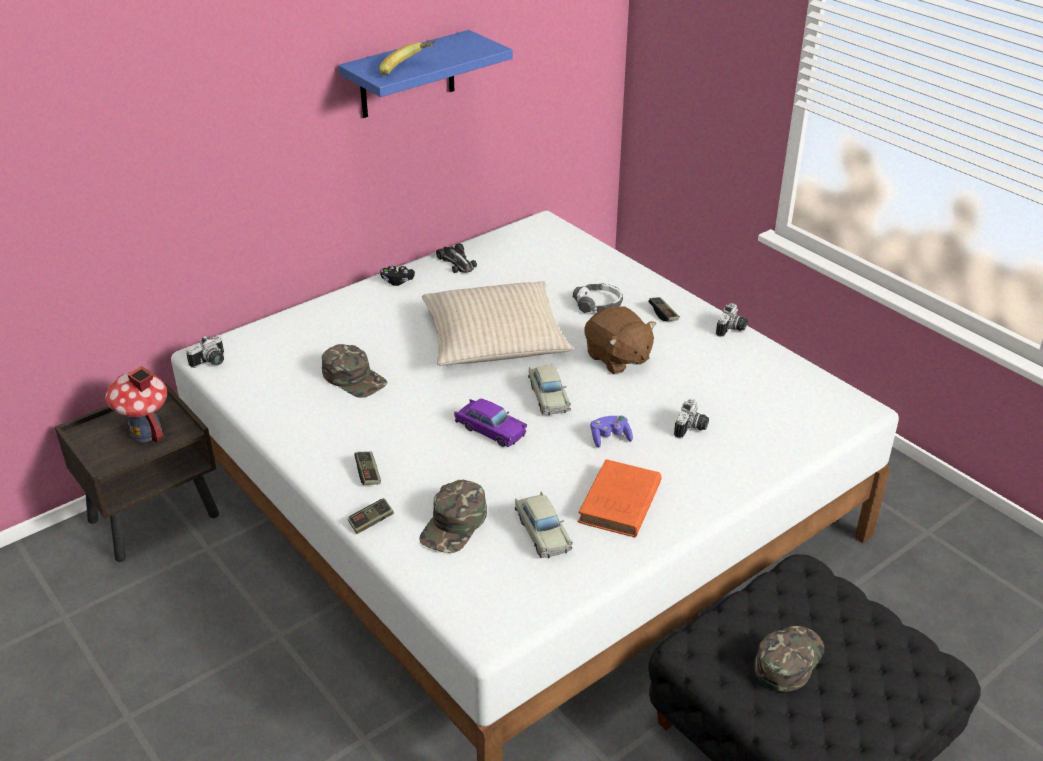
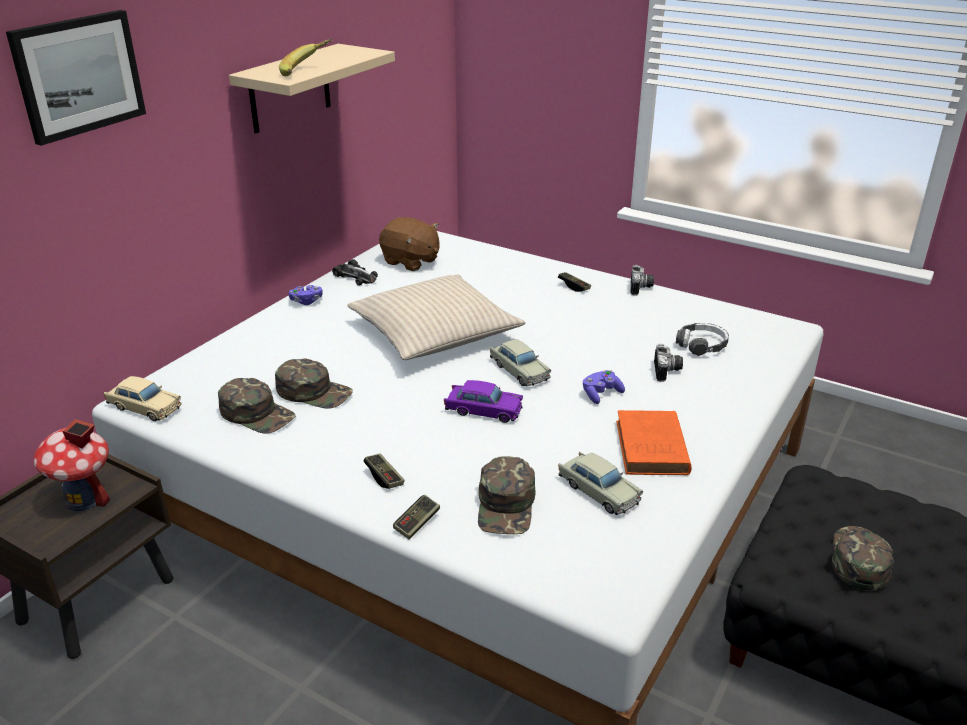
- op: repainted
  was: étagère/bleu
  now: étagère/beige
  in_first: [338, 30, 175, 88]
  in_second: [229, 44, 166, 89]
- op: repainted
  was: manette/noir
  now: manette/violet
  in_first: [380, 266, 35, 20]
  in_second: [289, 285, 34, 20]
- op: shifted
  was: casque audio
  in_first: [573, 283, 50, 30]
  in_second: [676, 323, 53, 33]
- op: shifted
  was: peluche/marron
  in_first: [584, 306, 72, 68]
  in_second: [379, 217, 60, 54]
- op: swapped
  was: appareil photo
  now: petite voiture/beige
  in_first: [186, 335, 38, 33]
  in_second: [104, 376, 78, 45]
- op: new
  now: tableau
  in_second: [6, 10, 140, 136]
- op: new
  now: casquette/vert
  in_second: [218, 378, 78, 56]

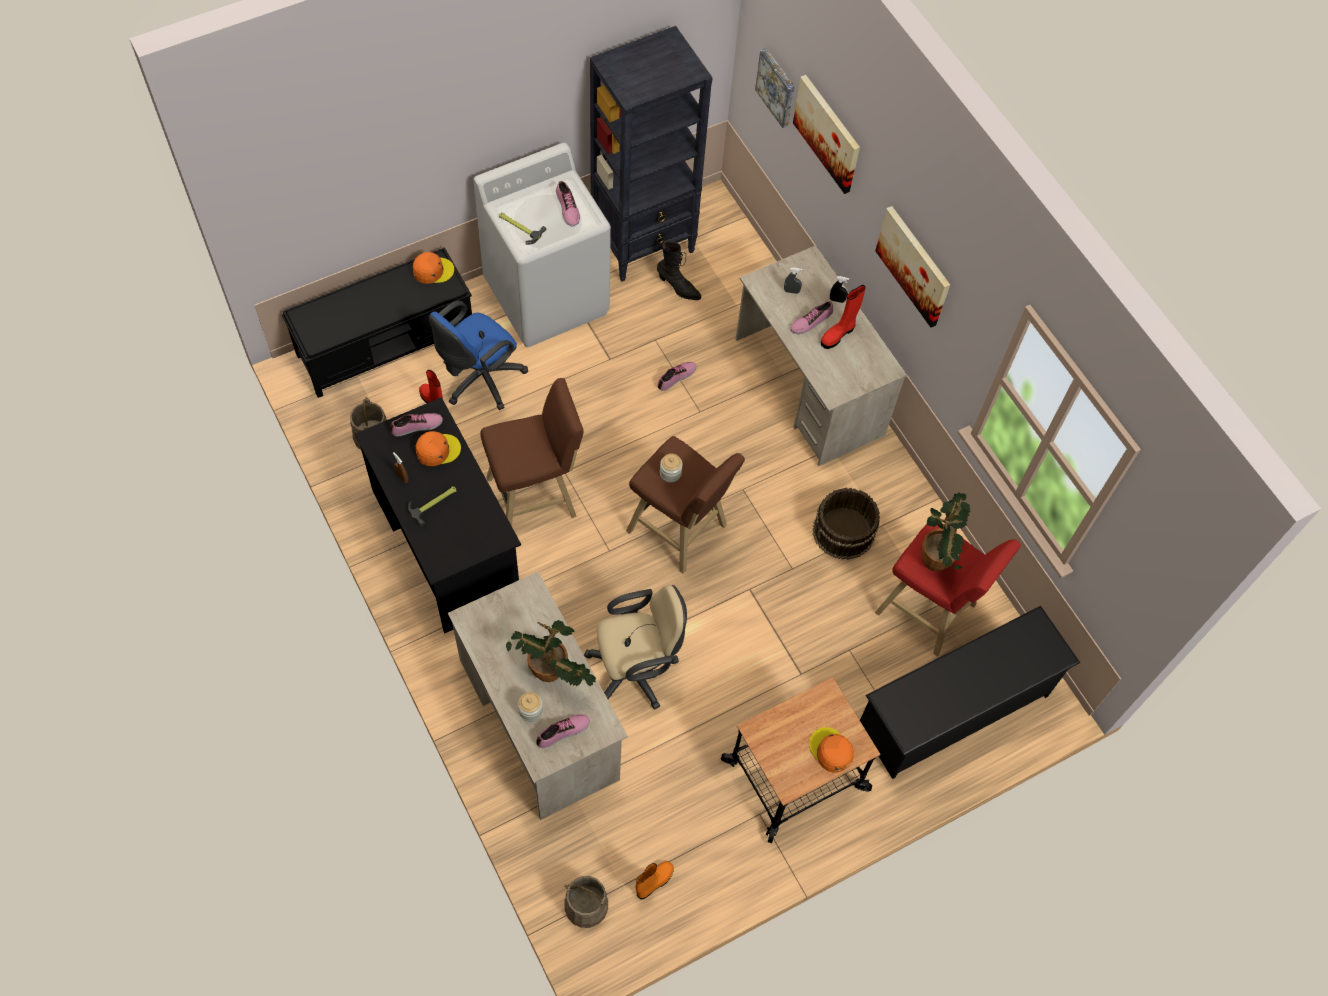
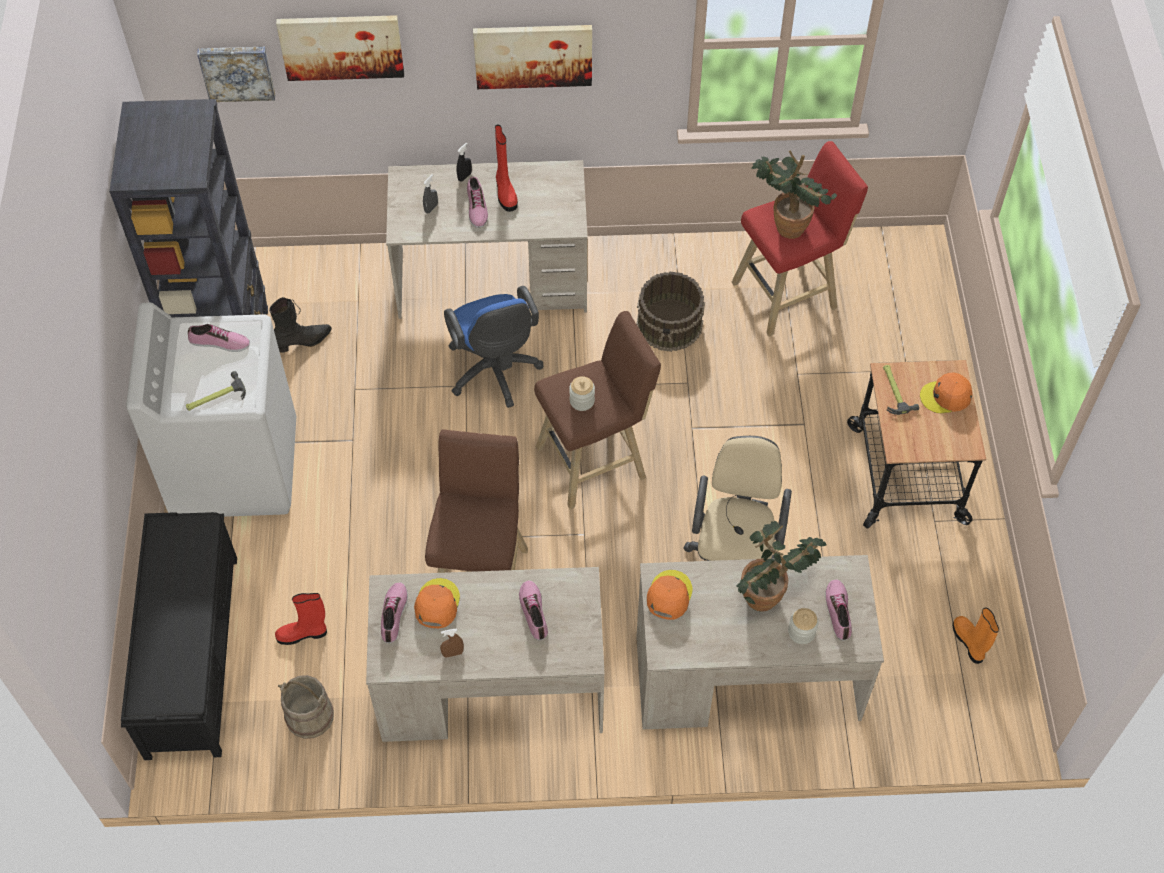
- op: shifted
  was: casquette/orange
  in_first: [413, 252, 41, 32]
  in_second: [647, 570, 46, 50]
- op: shifted
  was: chaise de bureau/bleu
  in_first: [429, 301, 99, 109]
  in_second: [444, 286, 99, 122]
- op: shifted
  was: chaussure
  in_first: [657, 362, 40, 29]
  in_second: [519, 580, 29, 60]
- op: repainted
  was: bureau/noir
  now: bureau/beige
  in_first: [355, 397, 166, 236]
  in_second: [366, 567, 239, 175]
- op: shifted
  was: marteau
  in_first: [408, 486, 48, 40]
  in_second: [883, 365, 36, 50]
- op: gone
  was: étagère à chaussures/noir
  in_first: [860, 606, 220, 173]
- op: gone
  was: seau/beige
  in_first: [564, 876, 44, 52]

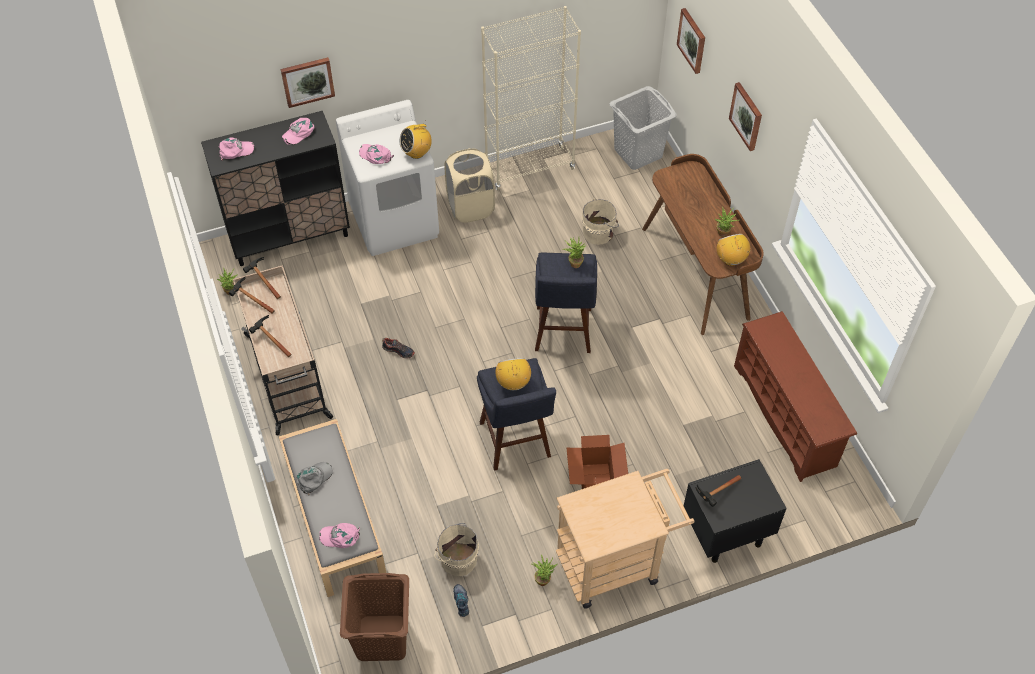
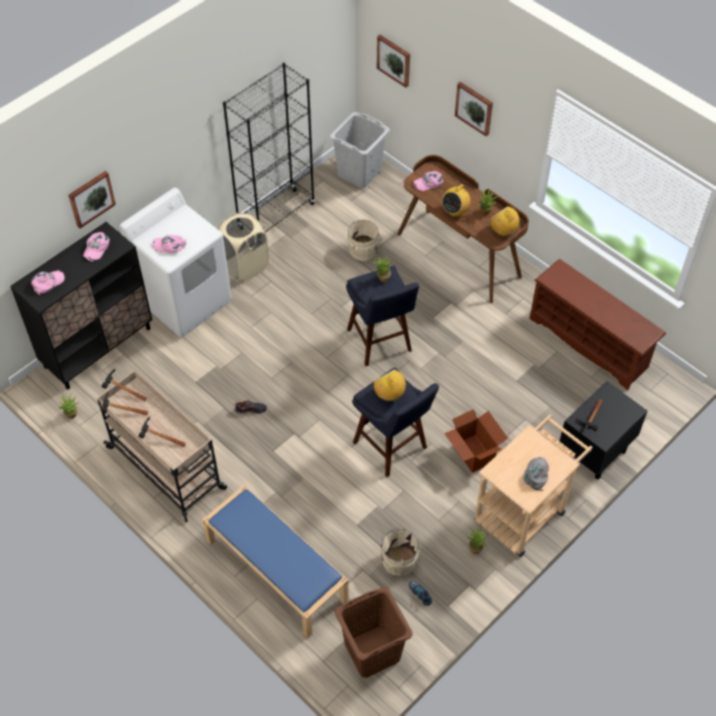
- op: repainted
  was: bibliothèque/beige
  now: bibliothèque/noir
  in_first: [481, 6, 100, 184]
  in_second: [223, 63, 92, 170]
- op: shifted
  was: radio
  in_first: [399, 120, 33, 39]
  in_second: [442, 183, 29, 34]
- op: repainted
  was: banc/gris
  now: banc/bleu
  in_first: [279, 419, 107, 178]
  in_second: [202, 485, 147, 153]
- op: shifted
  was: casquette/gris
  in_first: [296, 462, 36, 34]
  in_second: [524, 457, 25, 34]
- op: shifted
  was: casquette/rose
  in_first: [319, 523, 41, 25]
  in_second: [414, 171, 29, 20]

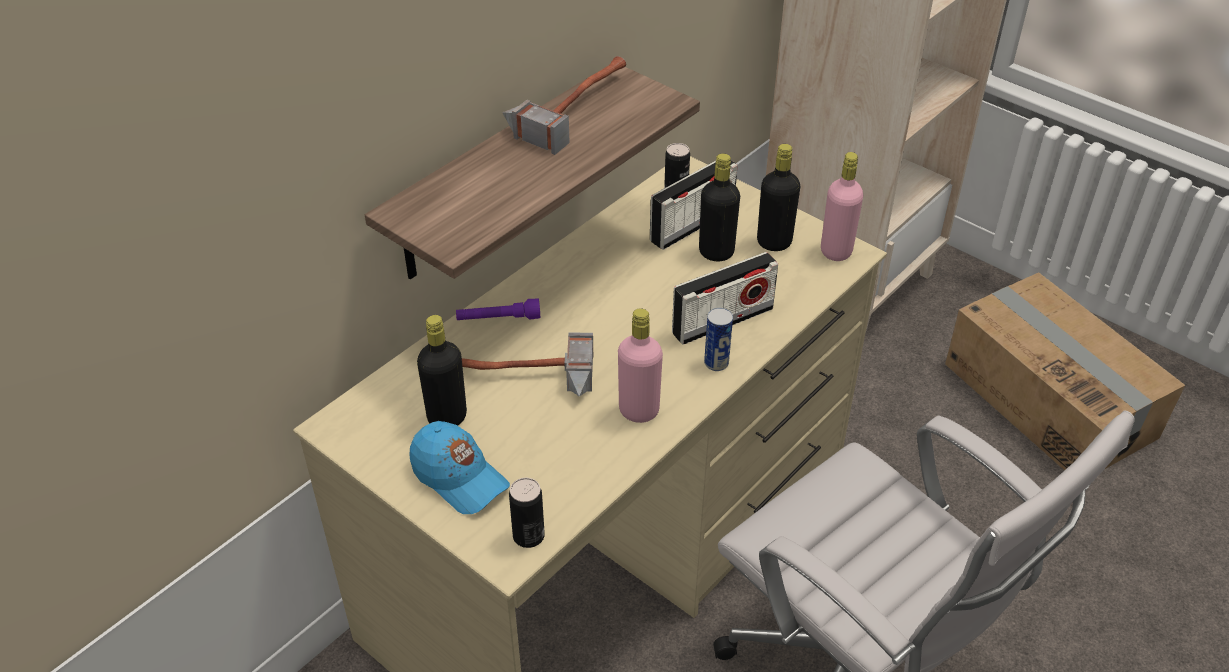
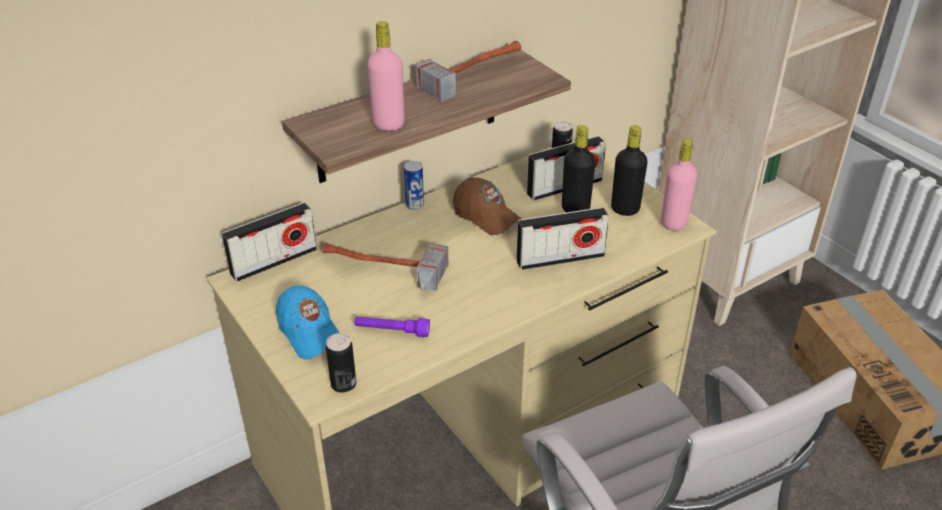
- op: shifted
  was: lampe de poche/violet
  in_first: [456, 299, 84, 21]
  in_second: [354, 316, 76, 21]
- op: shifted
  was: bouteille/rose
  in_first: [618, 308, 45, 115]
  in_second: [367, 21, 37, 110]
- op: shifted
  was: boîte métallique
  in_first: [704, 308, 29, 63]
  in_second: [404, 161, 20, 49]
- op: gone
  was: bouteille/noir
  in_first: [417, 315, 50, 111]
- op: new
  now: casquette/marron
  in_second: [453, 177, 68, 58]
- op: new
  now: radio
  in_second: [222, 202, 95, 80]

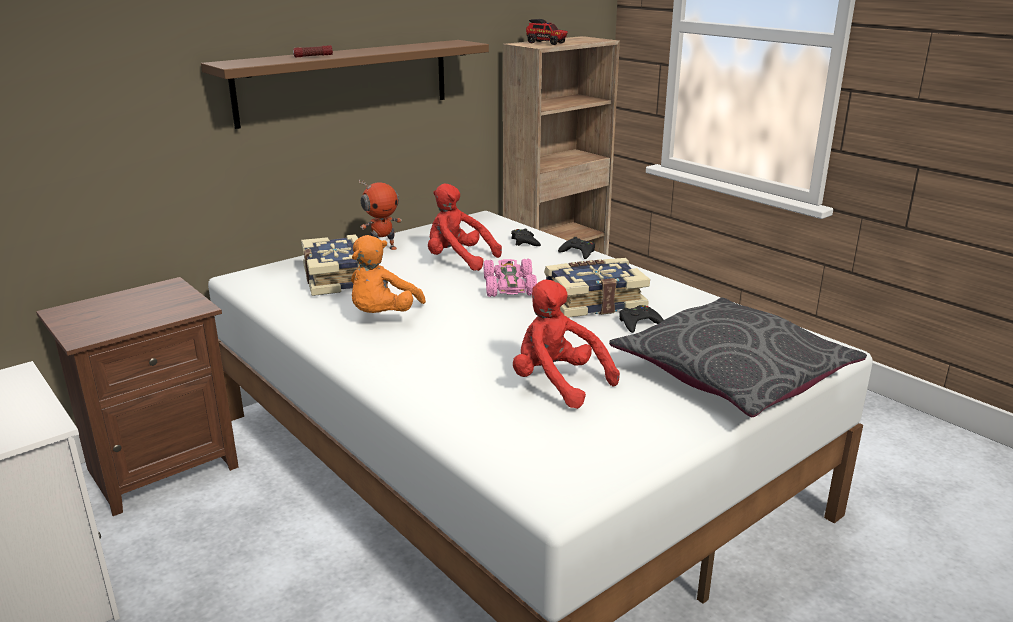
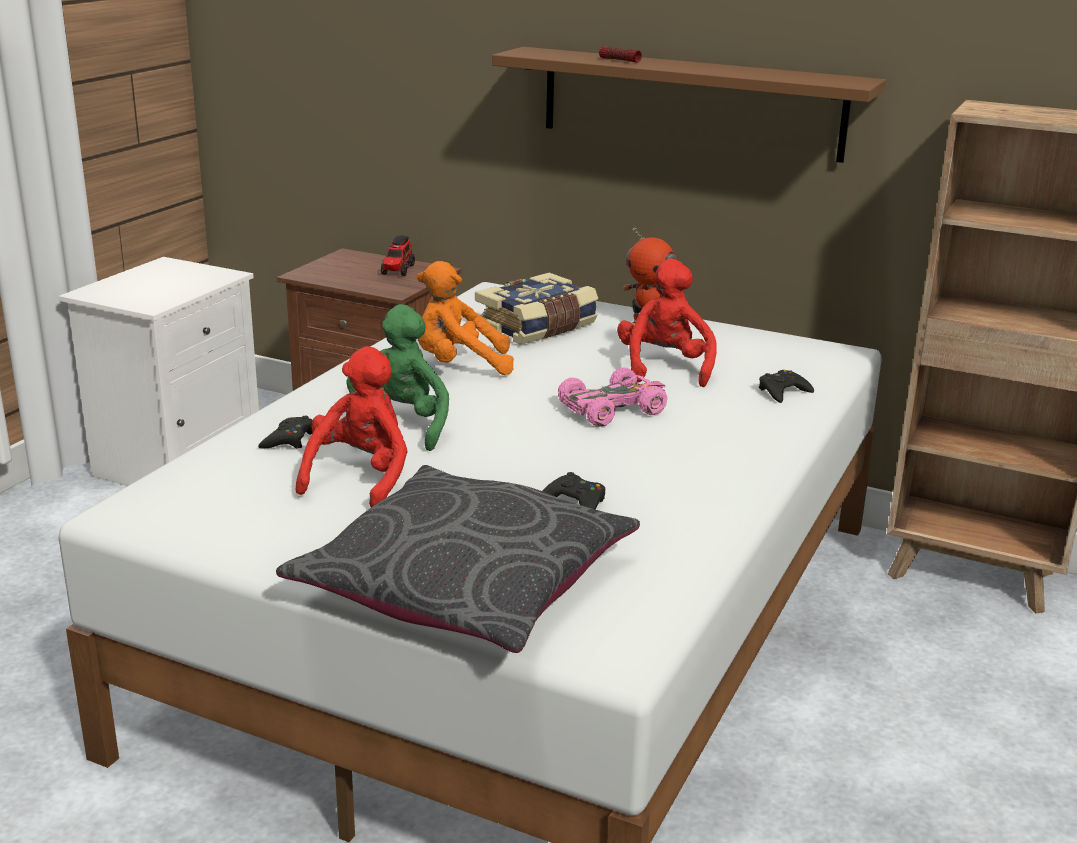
- op: shifted
  was: camion jouet
  in_first: [526, 19, 42, 26]
  in_second: [381, 236, 34, 40]
- op: shifted
  was: manette/noir
  in_first: [558, 237, 37, 22]
  in_second: [258, 416, 55, 33]
- op: gone
  was: livre
  in_first: [544, 258, 106, 60]
- op: new
  now: peluche/vert
  in_second: [346, 304, 103, 147]

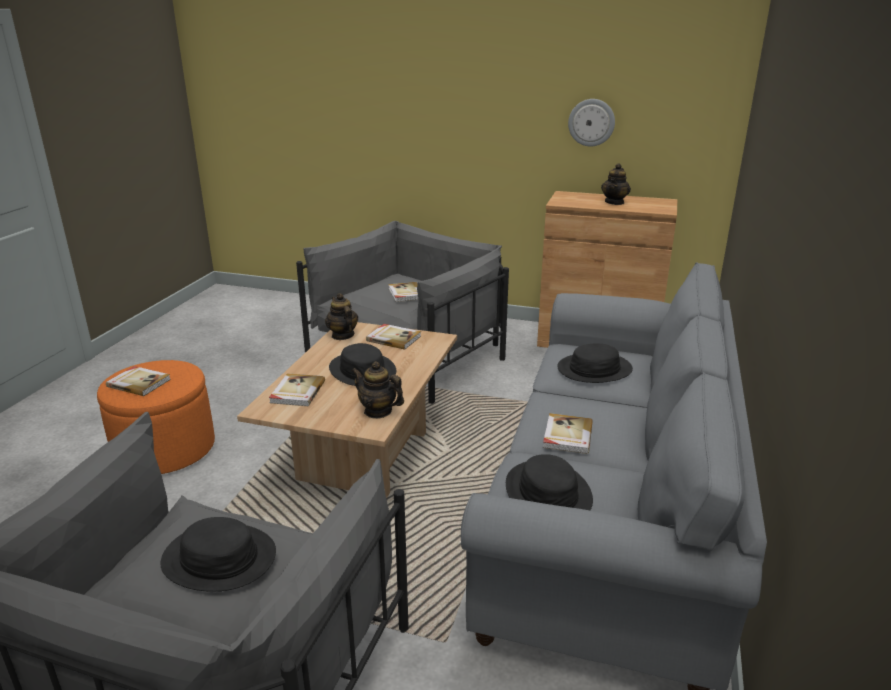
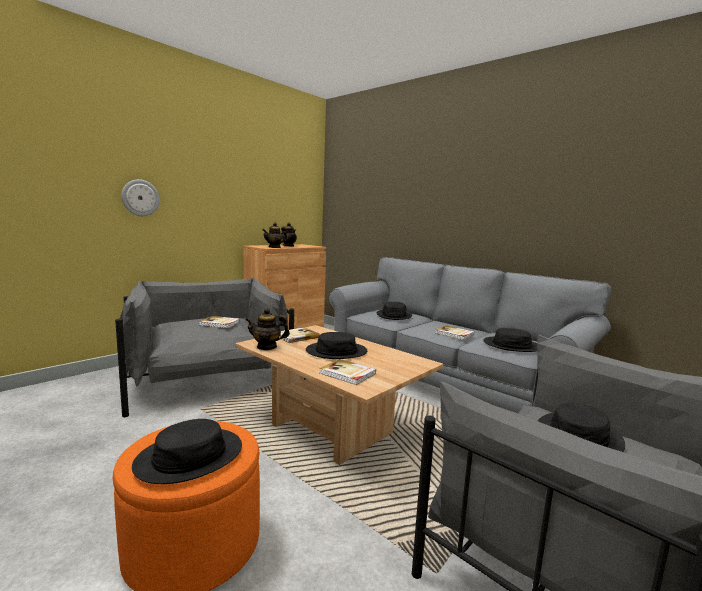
- op: shifted
  was: horloge murale
  in_first: [568, 99, 47, 48]
  in_second: [121, 179, 39, 37]
- op: shifted
  was: théière
  in_first: [352, 362, 52, 57]
  in_second: [262, 222, 26, 26]
- op: swapped
  was: livre
  now: chapeau/noir
  in_first: [106, 366, 65, 30]
  in_second: [132, 419, 110, 65]

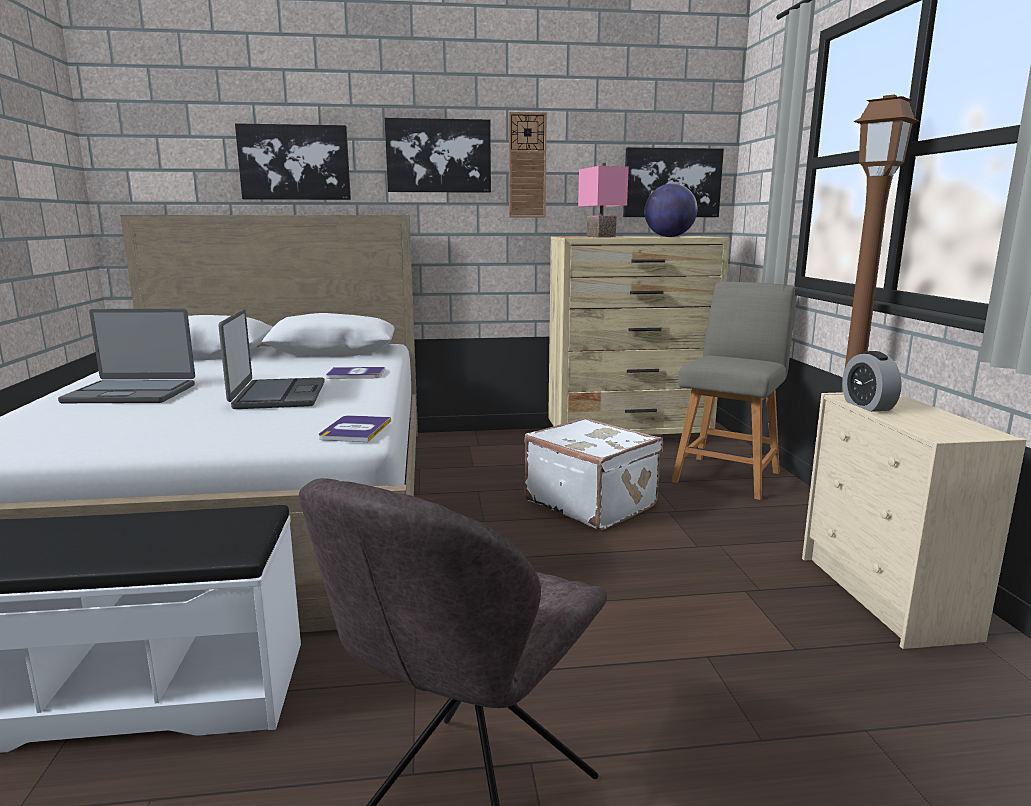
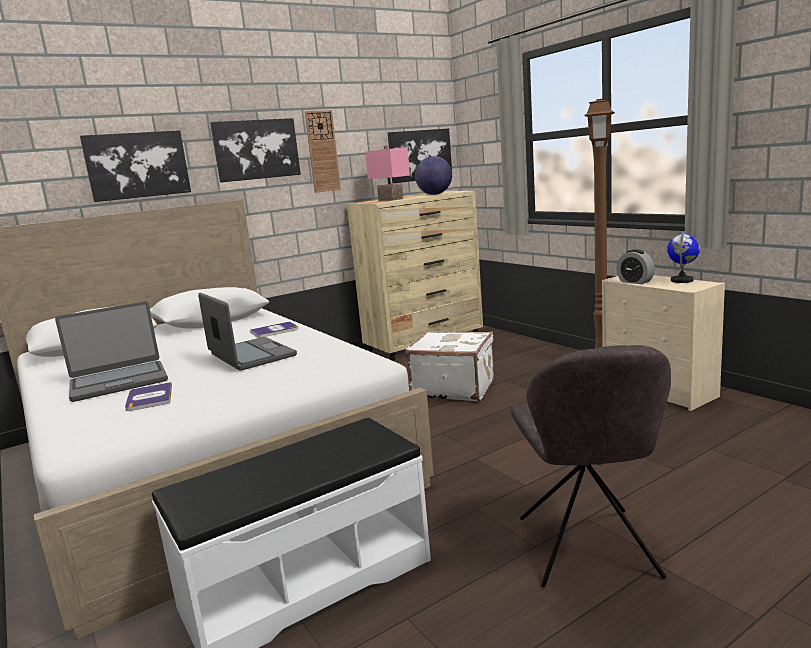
- op: gone
  was: chaise/gris
  in_first: [671, 282, 126, 218]
- op: shifted
  was: livre
  in_first: [319, 415, 72, 27]
  in_second: [125, 382, 47, 29]
- op: new
  now: globe
  in_second: [667, 231, 33, 52]

